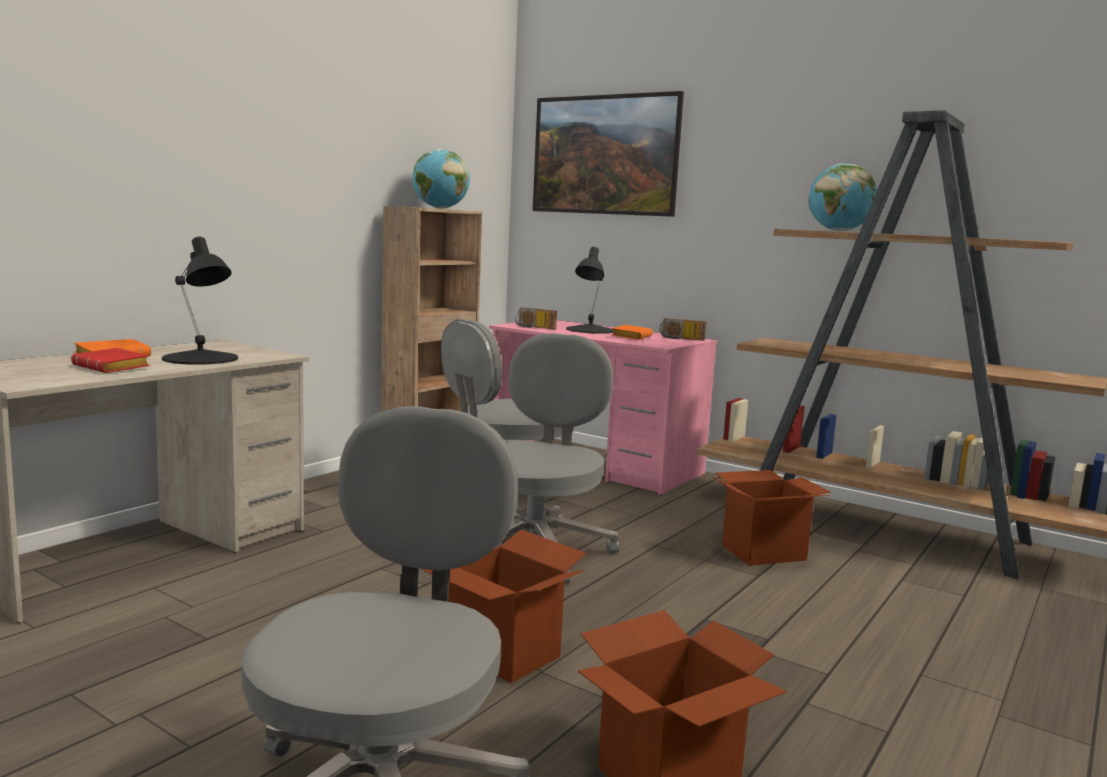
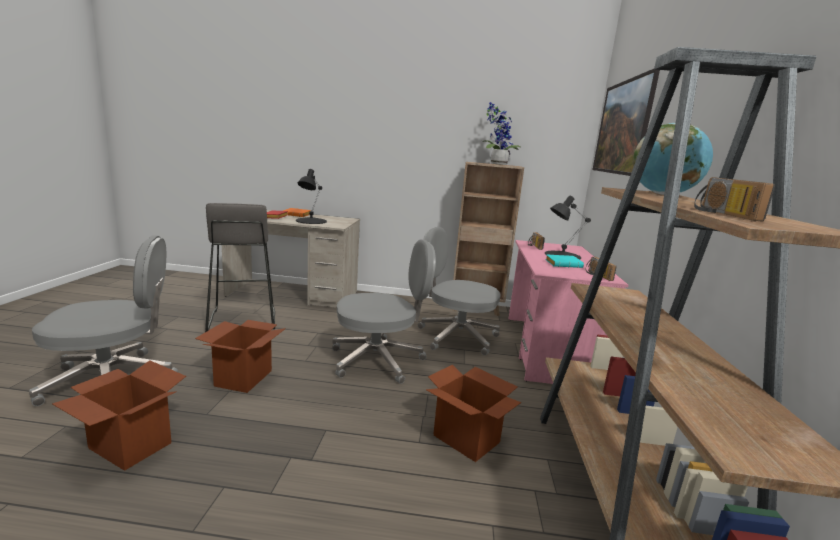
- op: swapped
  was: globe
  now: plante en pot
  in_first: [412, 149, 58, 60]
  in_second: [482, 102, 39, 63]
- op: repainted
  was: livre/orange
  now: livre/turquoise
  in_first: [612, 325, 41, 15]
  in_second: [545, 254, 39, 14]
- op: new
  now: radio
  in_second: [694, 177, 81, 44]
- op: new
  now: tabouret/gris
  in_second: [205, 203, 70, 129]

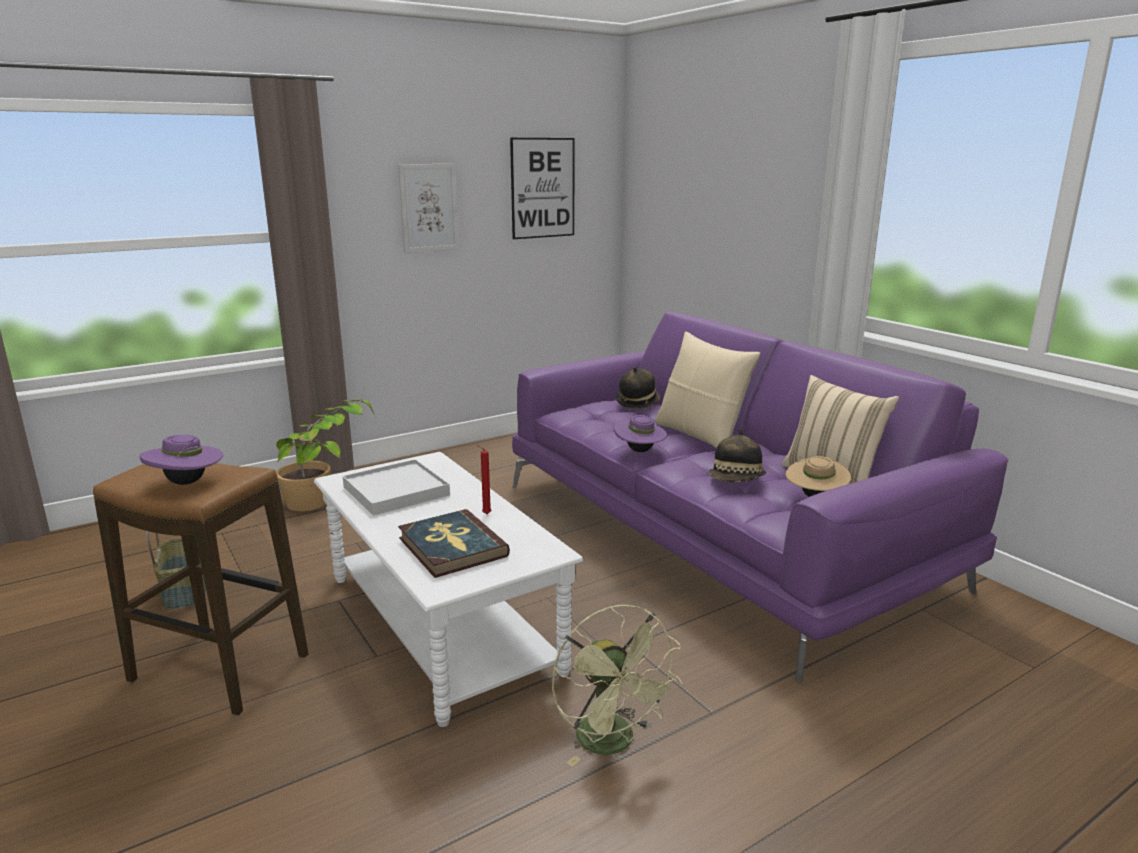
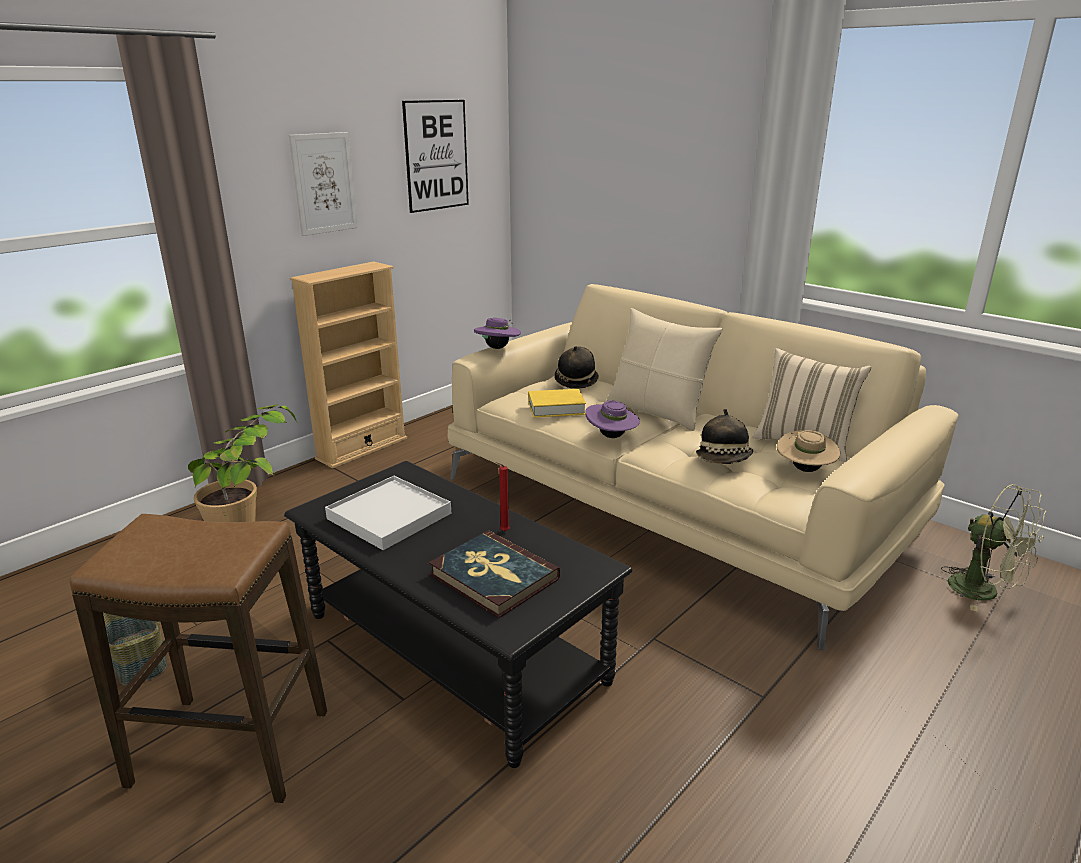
- op: repainted
  was: canapé/violet
  now: canapé/beige
  in_first: [512, 312, 497, 371]
  in_second: [448, 284, 511, 366]
- op: shifted
  was: chapeau/violet
  in_first: [139, 435, 84, 50]
  in_second: [474, 318, 47, 31]
- op: repainted
  was: table basse/blanc
  now: table basse/noir
  in_first: [314, 452, 269, 275]
  in_second: [284, 461, 348, 307]
- op: shifted
  was: ventilateur/vert
  in_first: [552, 605, 130, 161]
  in_second: [941, 484, 105, 127]
- op: new
  now: bibliothèque/beige
  in_second: [290, 261, 117, 207]
- op: new
  now: livre/jaune
  in_second: [528, 389, 58, 29]

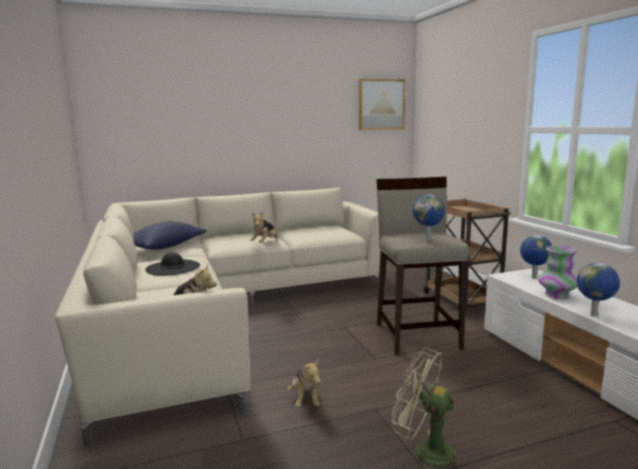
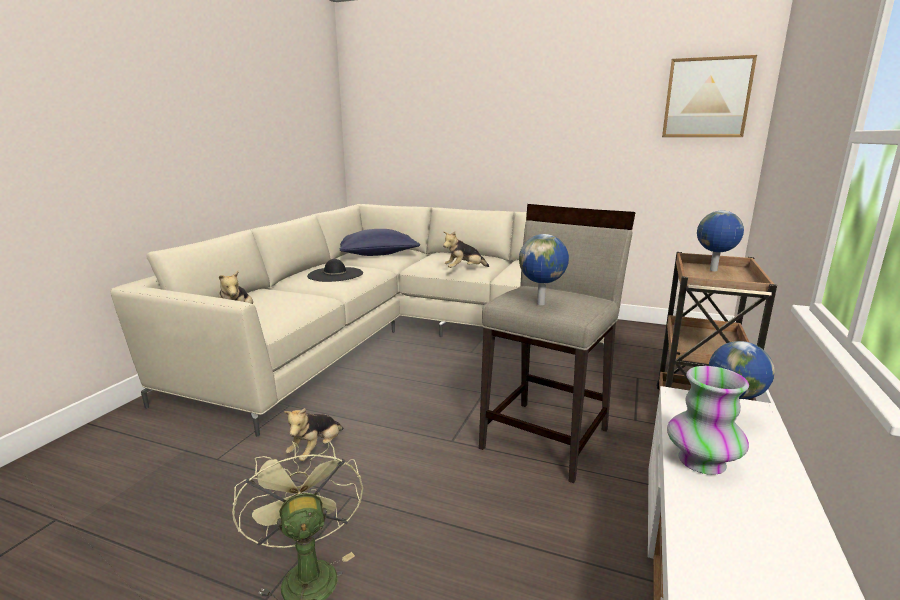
- op: shifted
  was: globe
  in_first: [577, 263, 43, 54]
  in_second: [697, 211, 47, 60]

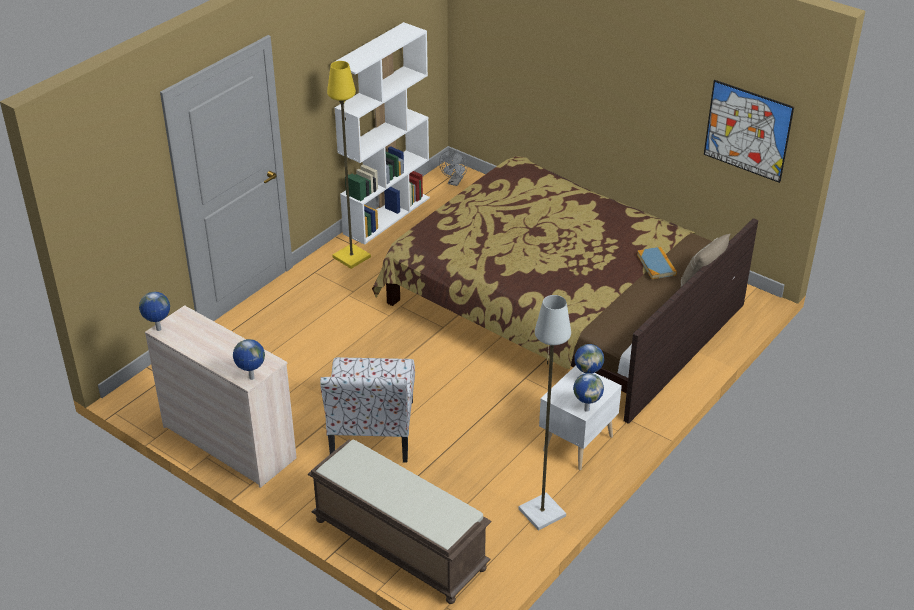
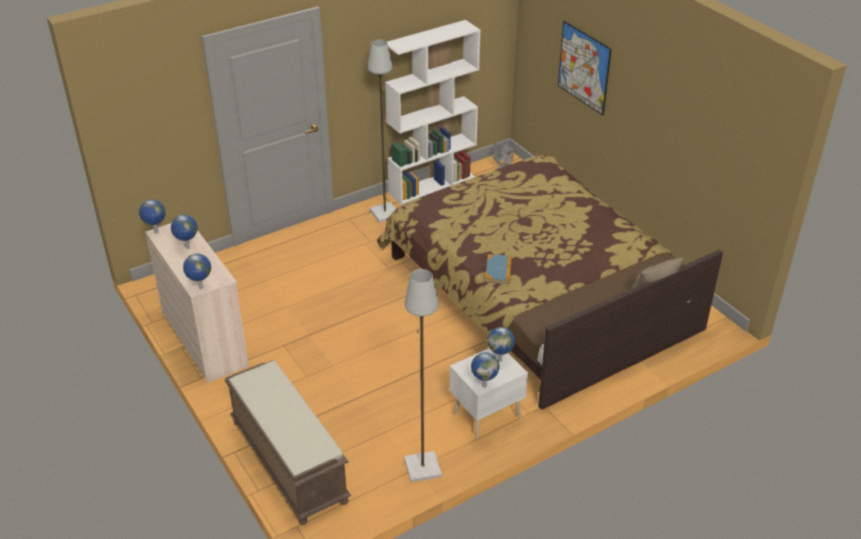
- op: repainted
  was: lampadaire/jaune
  now: lampadaire/gris
  in_first: [327, 61, 44, 208]
  in_second: [368, 40, 28, 183]
- op: shifted
  was: tableau
  in_first: [704, 80, 90, 103]
  in_second: [558, 21, 54, 95]
- op: shifted
  was: livre
  in_first: [637, 247, 40, 32]
  in_second: [485, 254, 27, 30]
- op: gone
  was: chaise
  in_first: [320, 357, 95, 106]
- op: new
  now: globe
  in_second: [171, 215, 27, 34]

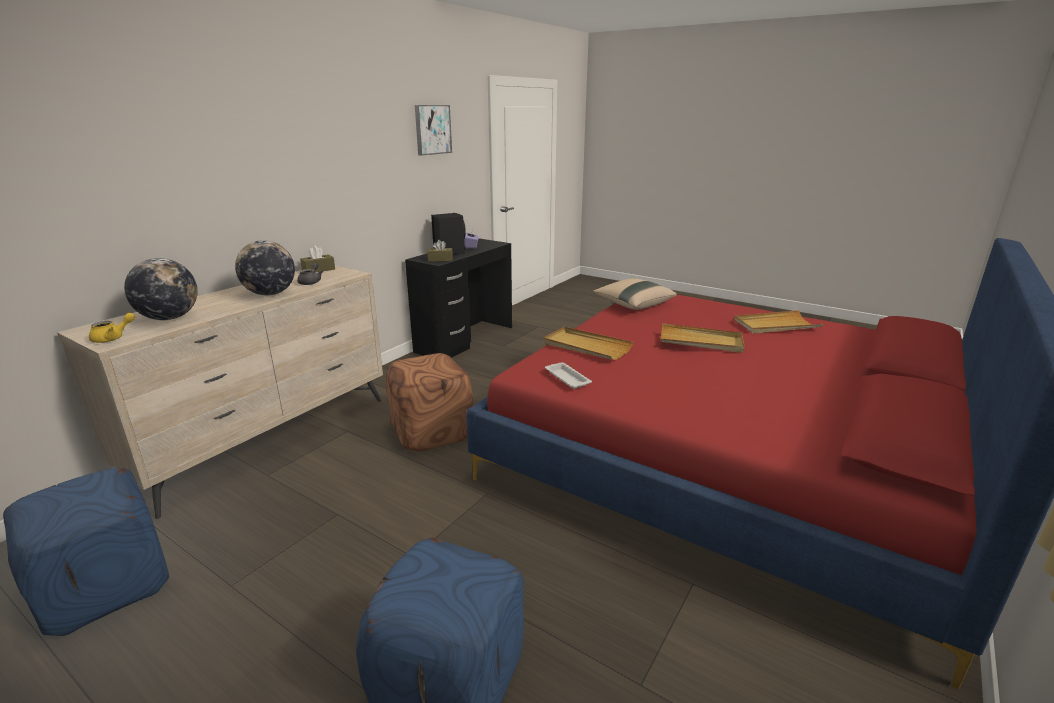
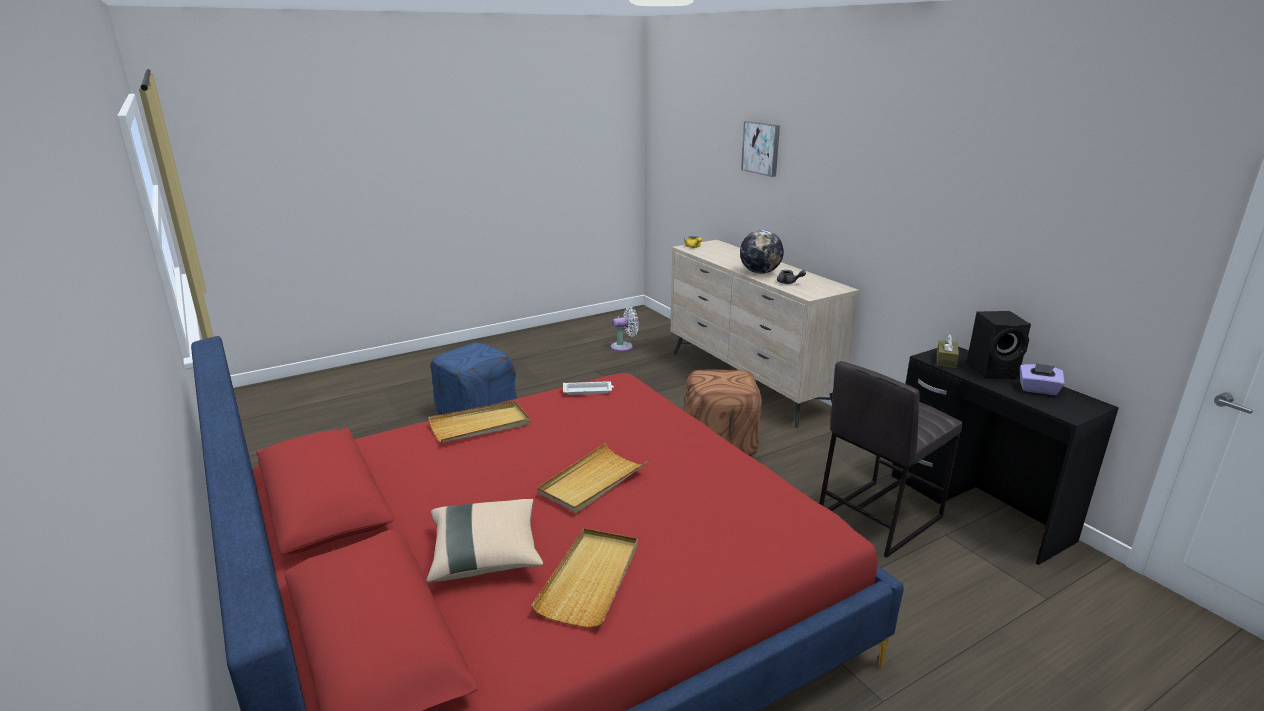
- op: shifted
  was: tableau
  in_first: [415, 105, 37, 51]
  in_second: [741, 121, 39, 56]
- op: gone
  was: boîte à mouchoirs/marron
  in_first: [300, 246, 35, 27]
- op: gone
  was: globe
  in_first: [124, 258, 74, 62]
- op: shifted
  was: coussin/beige
  in_first: [593, 279, 84, 31]
  in_second: [426, 499, 117, 84]
- op: shifted
  was: plateau/beige
  in_first: [544, 327, 89, 33]
  in_second: [428, 401, 102, 42]
- op: swapped
  was: pouf/bleu
  now: ventilateur/blanc
  in_first: [3, 468, 166, 168]
  in_second: [611, 307, 28, 45]
- op: new
  now: tabouret/gris
  in_second: [819, 361, 143, 197]

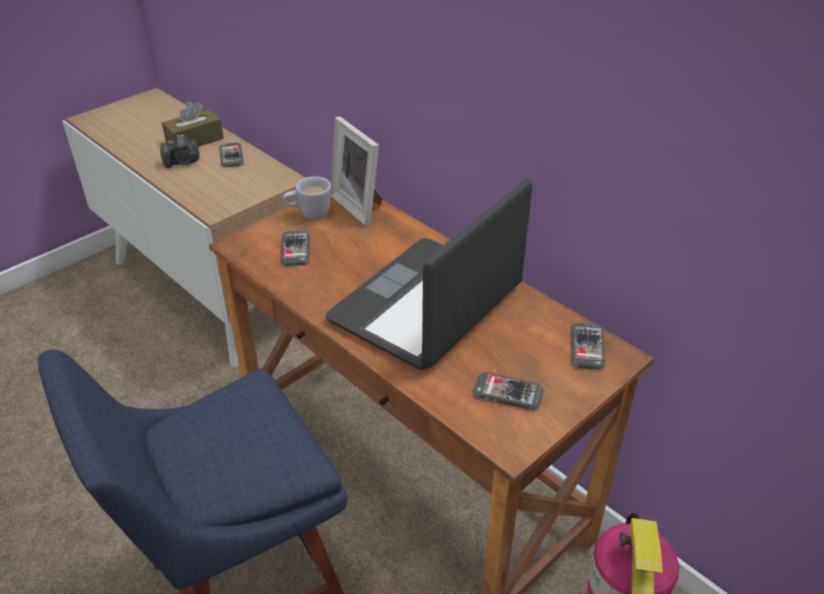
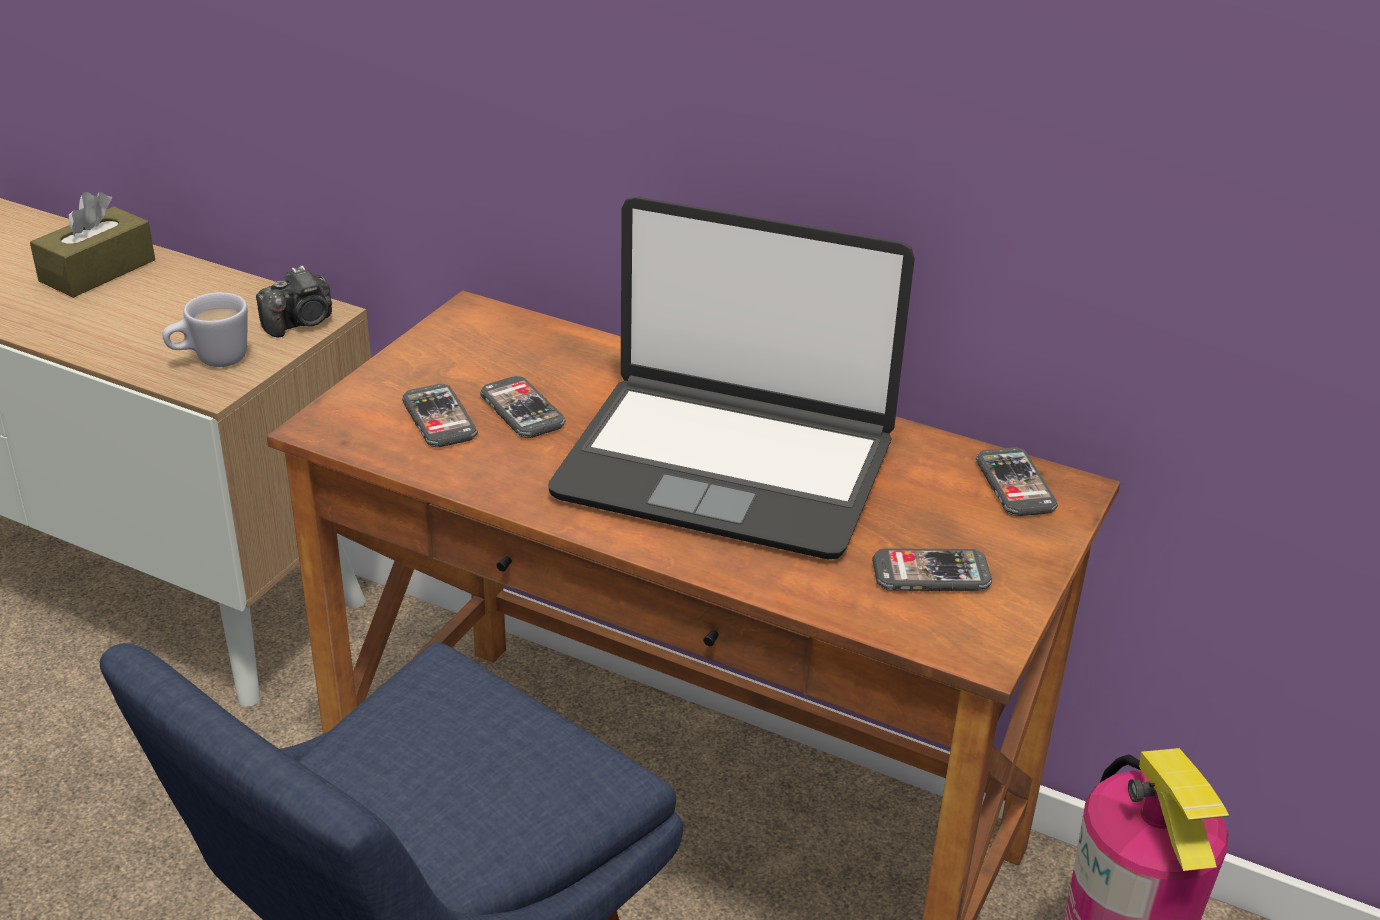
- op: gone
  was: cadre photo
  in_first: [331, 116, 52, 110]
- op: shifted
  was: appareil photo
  in_first: [160, 134, 40, 34]
  in_second: [256, 265, 76, 73]
- op: shifted
  was: téléphone
  in_first: [219, 143, 25, 24]
  in_second: [480, 376, 86, 62]
- op: shifted
  was: mug/blanc
  in_first: [283, 176, 48, 43]
  in_second: [162, 292, 86, 75]
- op: rotated
  was: ordinateur portable
  in_first: [326, 179, 206, 191]
  in_second: [549, 197, 366, 362]
  clockwise: -90

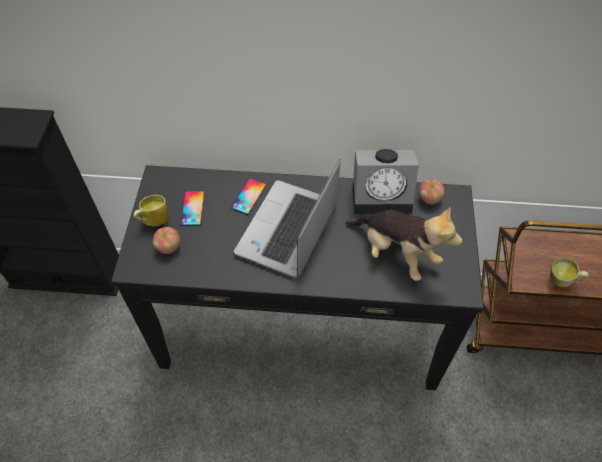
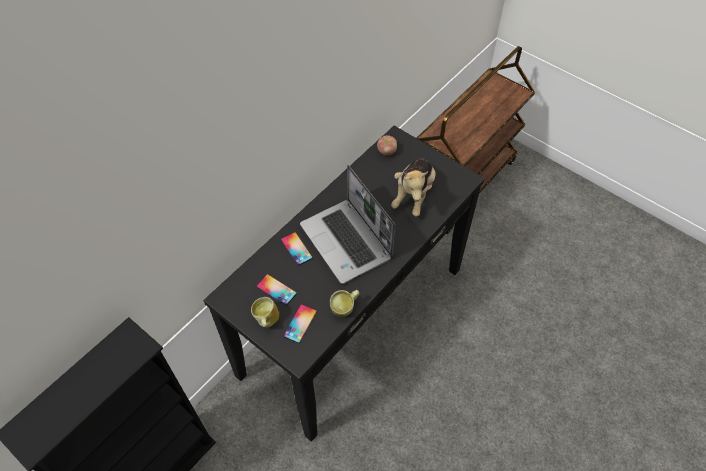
- op: gone
  was: réveil
  in_first: [352, 149, 67, 65]
- op: rotated
  was: peluche
  in_first: [346, 207, 116, 74]
  in_second: [391, 158, 44, 59]
  clockwise: 120
- op: swapped
  was: pomme
  now: téléphone
  in_first: [153, 227, 27, 27]
  in_second: [283, 304, 34, 39]
- op: shifted
  was: mug
  in_first: [550, 257, 39, 30]
  in_second: [330, 290, 30, 27]

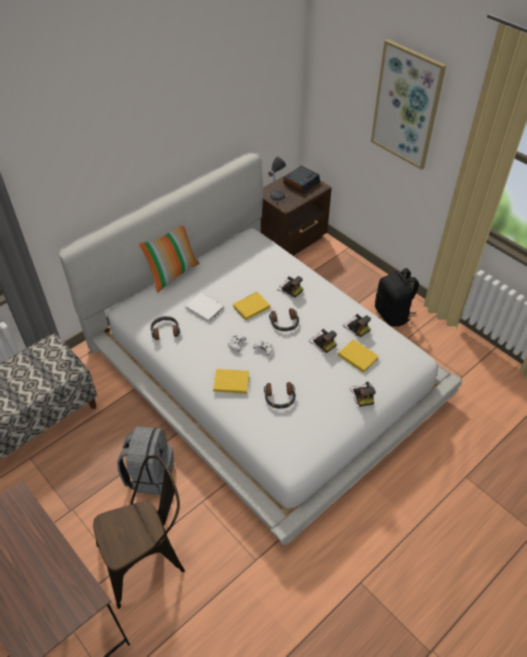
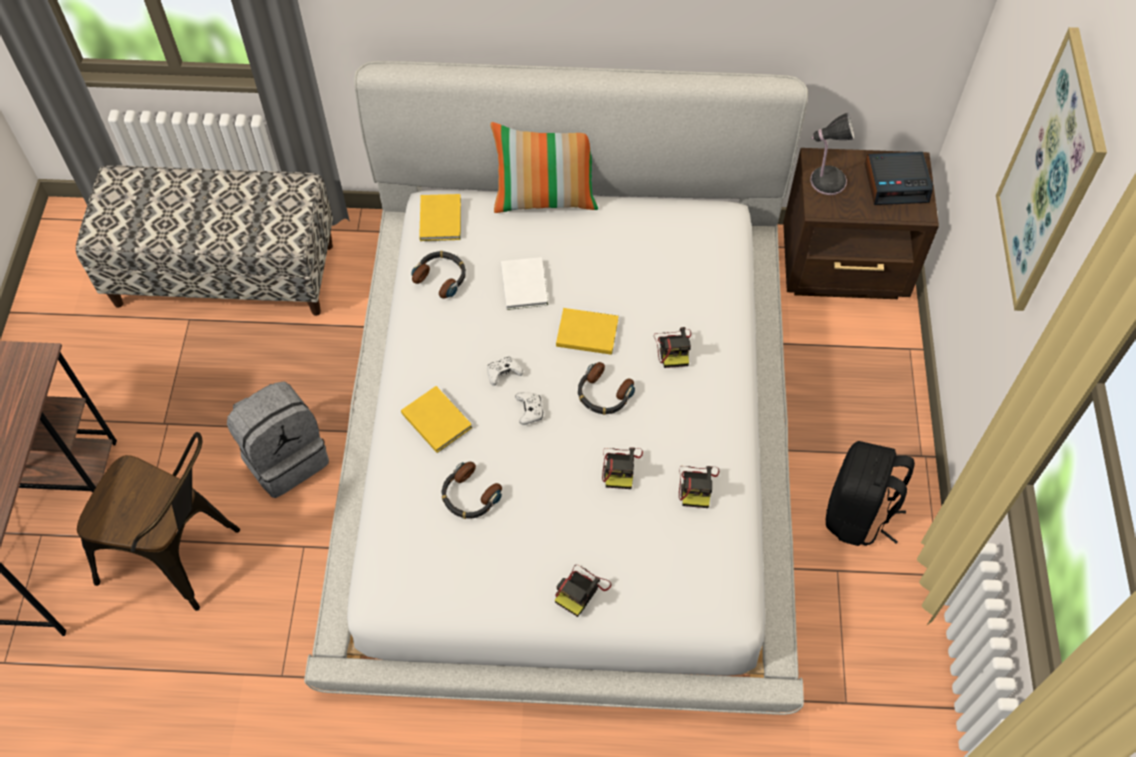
- op: shifted
  was: livre/jaune
  in_first: [338, 339, 41, 34]
  in_second: [419, 194, 42, 47]

